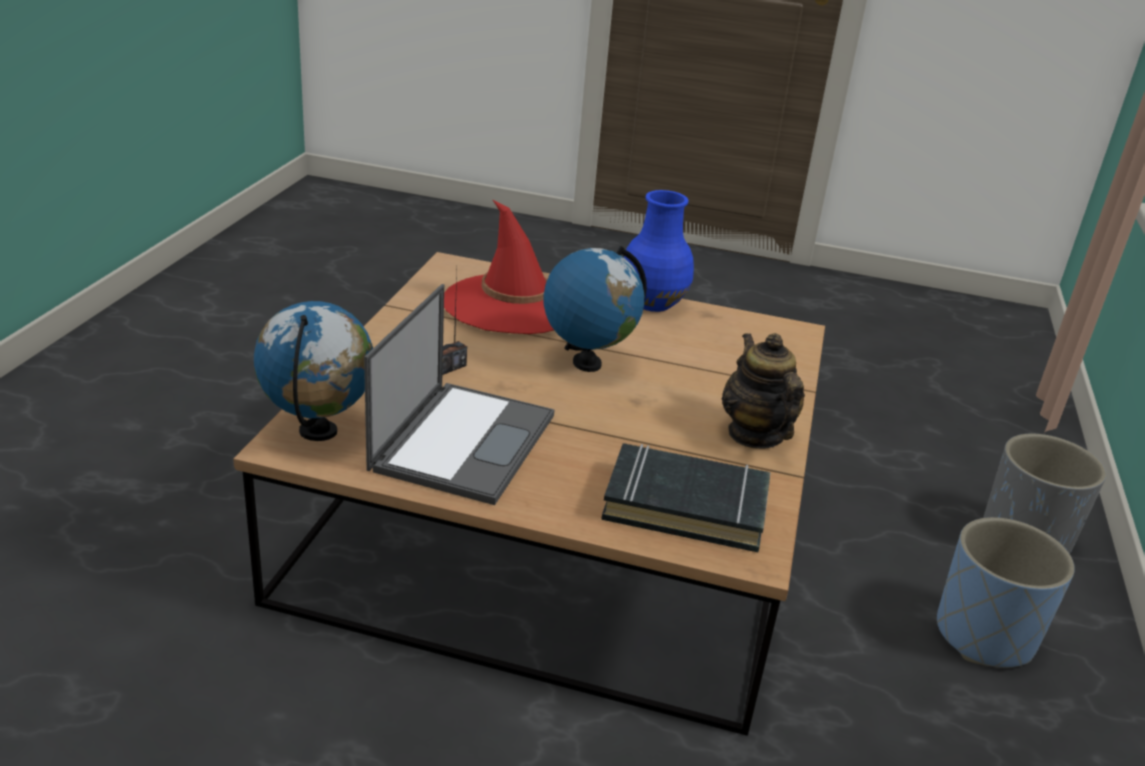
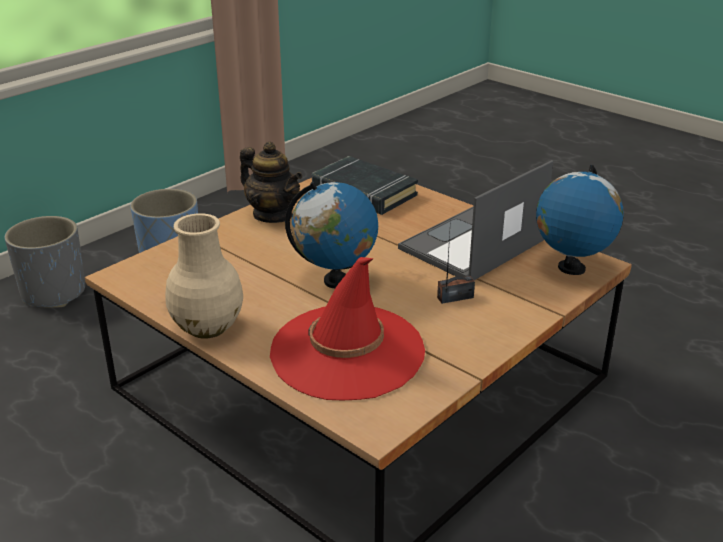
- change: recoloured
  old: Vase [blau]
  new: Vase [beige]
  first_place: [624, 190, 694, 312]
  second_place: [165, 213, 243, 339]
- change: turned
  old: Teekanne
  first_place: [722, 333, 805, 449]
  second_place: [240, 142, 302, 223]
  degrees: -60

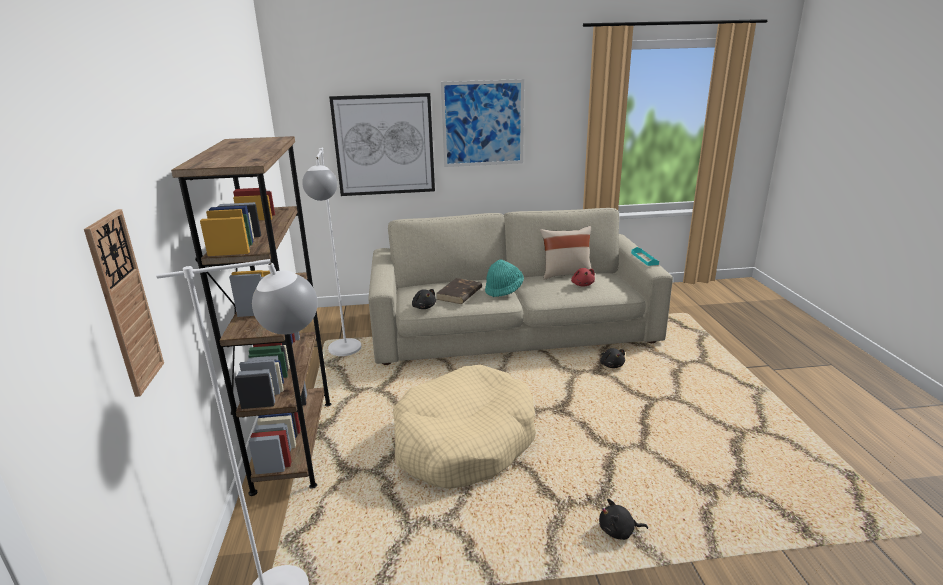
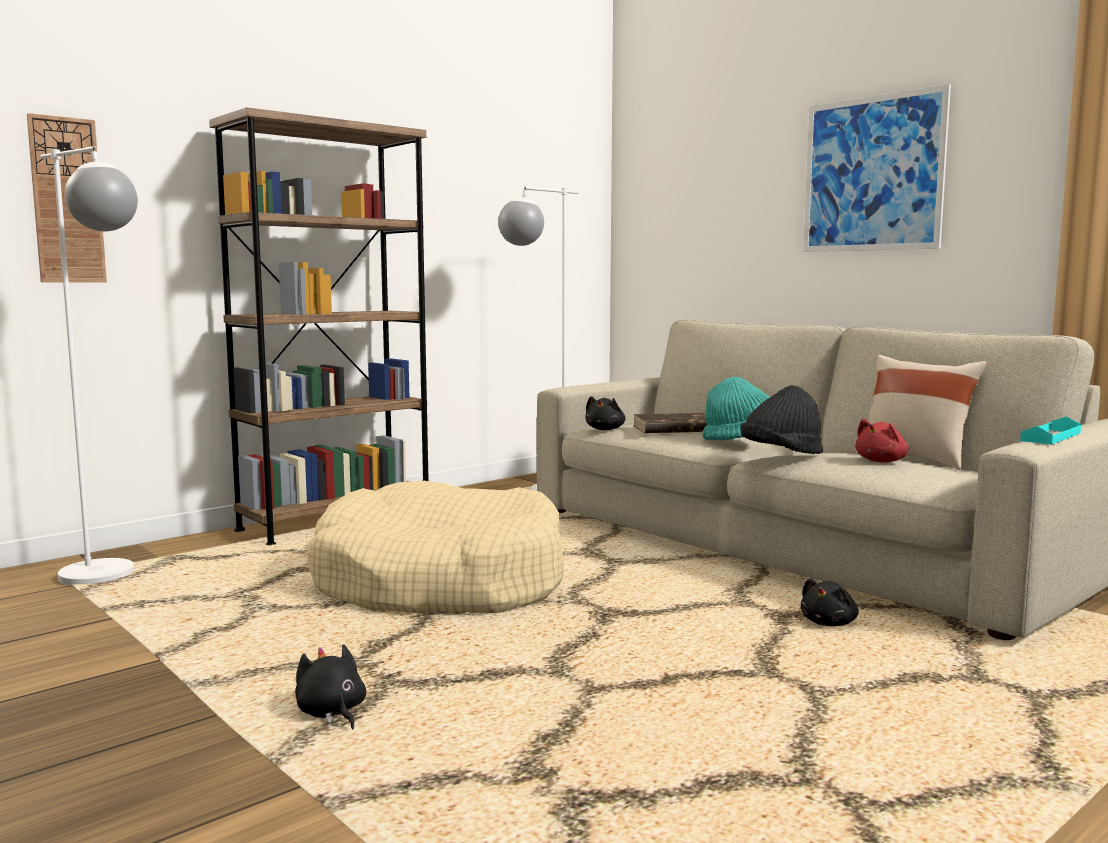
- change: added
  new: Hut [schwarz]
  second_place: [741, 385, 823, 454]
- change: removed
  old: Bild
  first_place: [329, 93, 435, 196]

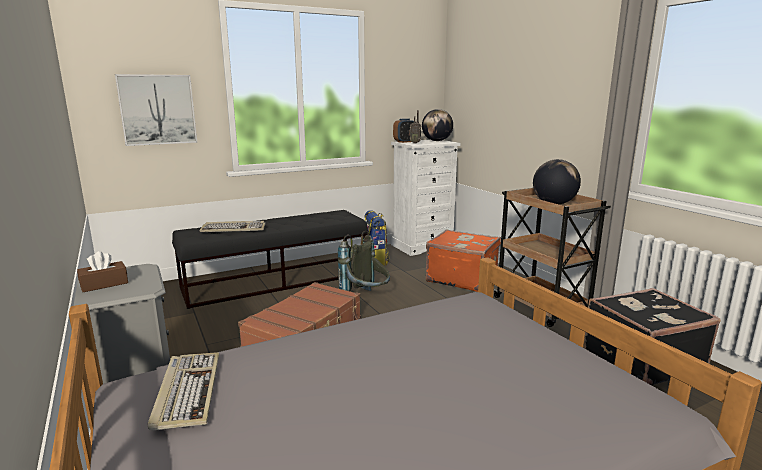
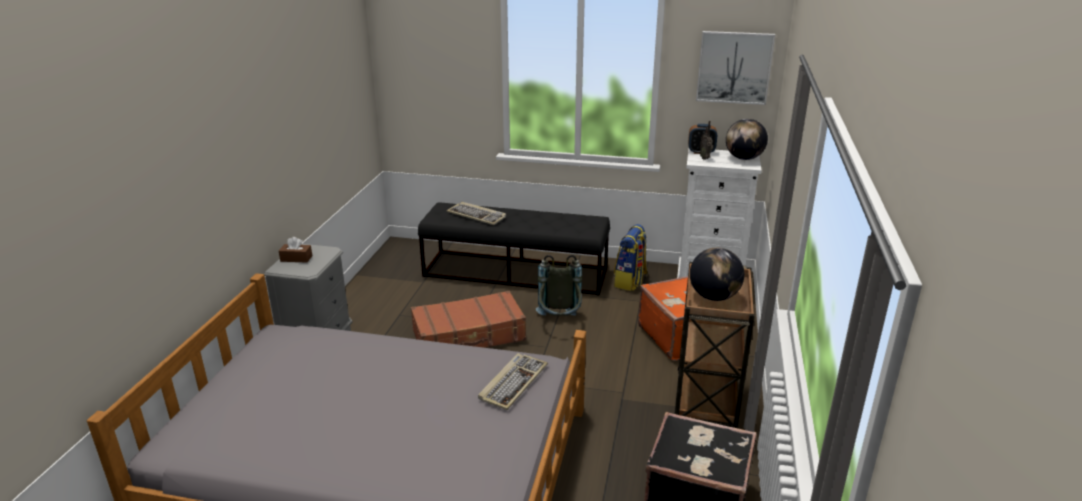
- change: moved
  old: Tastatur
  first_place: [148, 352, 219, 431]
  second_place: [478, 353, 548, 410]
- change: moved
  old: Bild
  first_place: [115, 74, 197, 146]
  second_place: [696, 31, 775, 105]

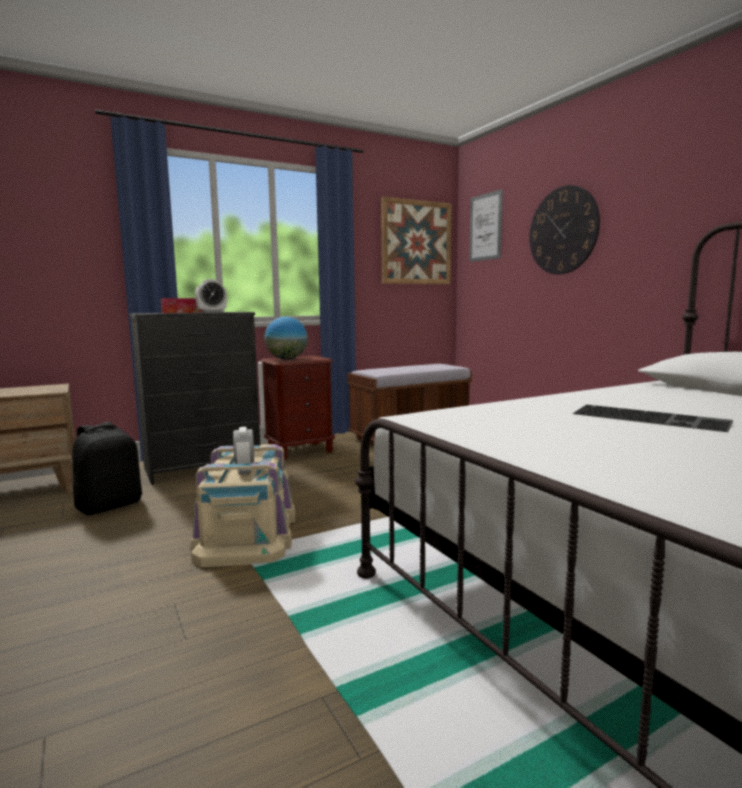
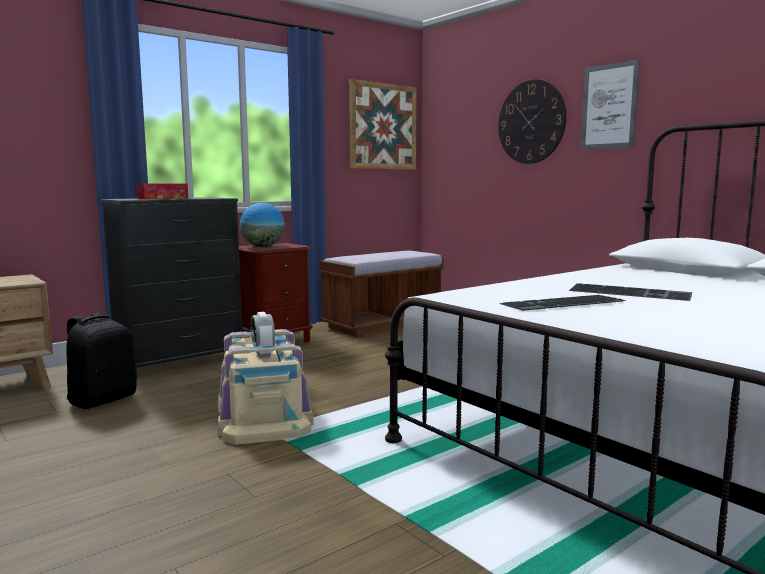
- change: added
  new: Tastatur
  second_place: [500, 295, 626, 311]
- change: moved
  old: Bild
  first_place: [469, 189, 503, 262]
  second_place: [581, 60, 640, 149]
- change: removed
  old: Wecker
  first_place: [195, 279, 227, 313]

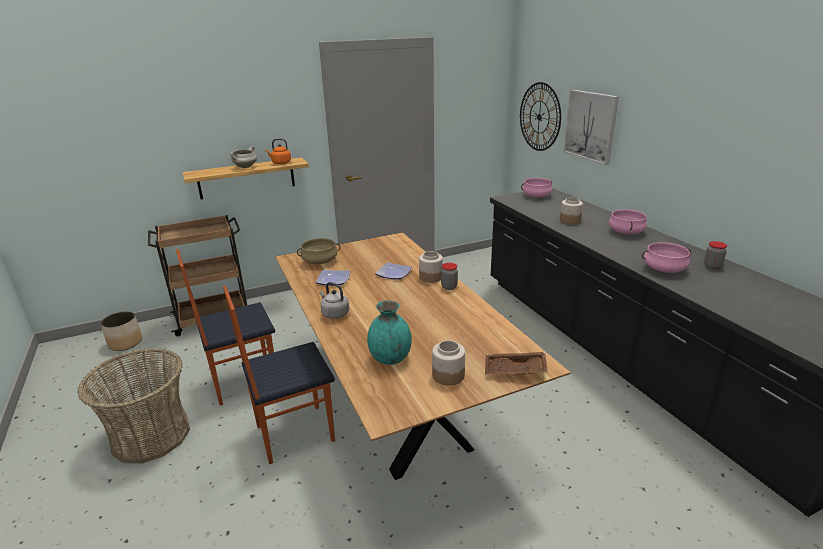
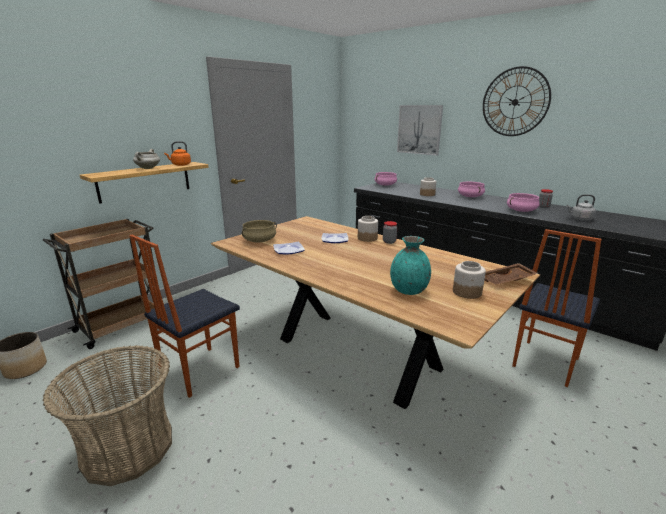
- change: moved
  old: Wanduhr
  first_place: [520, 82, 561, 151]
  second_place: [483, 66, 551, 136]
- change: moved
  old: Stuhl
  first_place: [223, 285, 335, 464]
  second_place: [512, 229, 602, 387]
- change: moved
  old: Wasserkessel [grau]
  first_place: [319, 282, 349, 319]
  second_place: [566, 194, 596, 221]

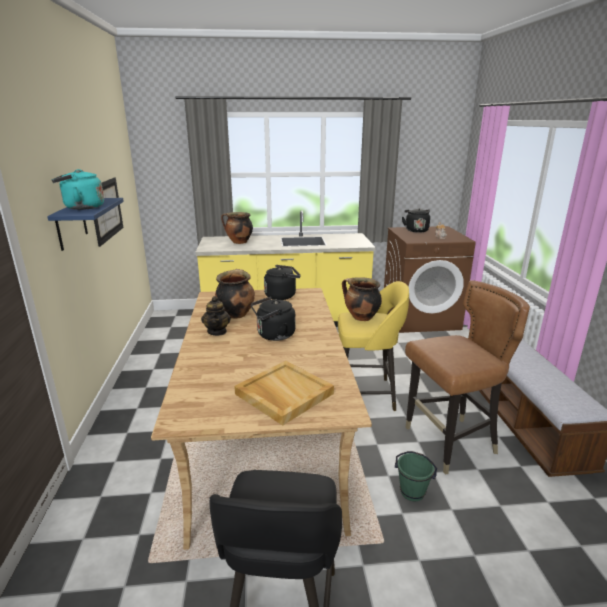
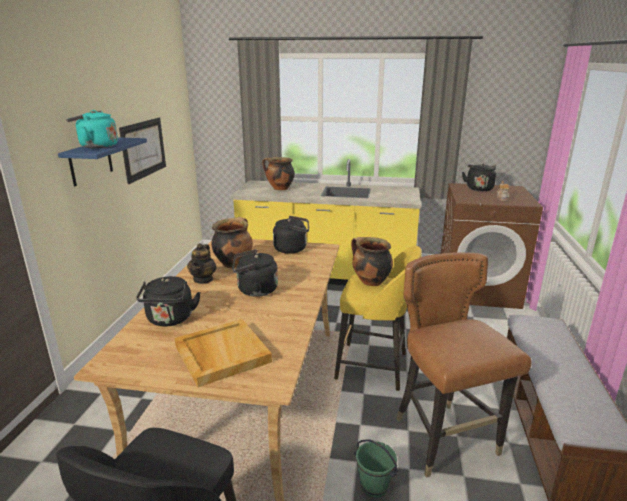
- change: added
  new: Wasserkessel [schwarz]
  second_place: [136, 276, 201, 326]
- change: turned
  old: Stuhl [braun]
  first_place: [405, 280, 530, 475]
  second_place: [396, 252, 531, 478]
  degrees: -105

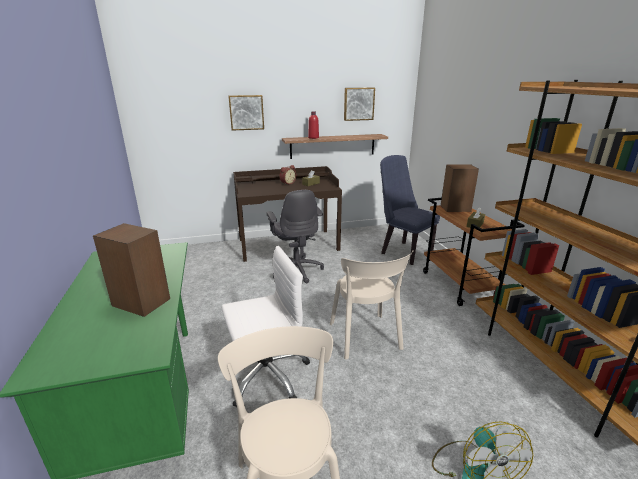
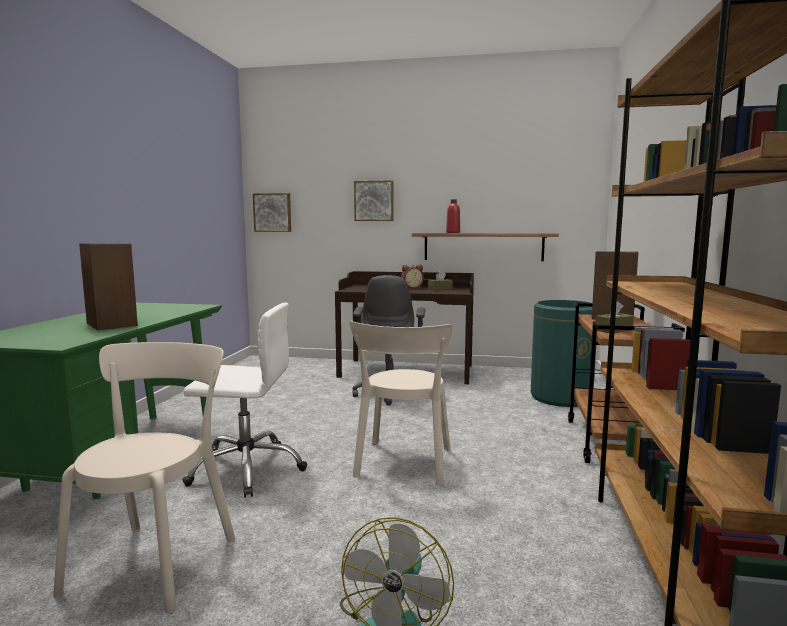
- change: moved
  old: Bild
  first_place: [344, 88, 375, 121]
  second_place: [253, 193, 291, 232]
- change: replaced
  old: Stuhl [blau]
  new: Mülleimer [grün]
  first_place: [380, 155, 440, 265]
  second_place: [531, 300, 596, 407]

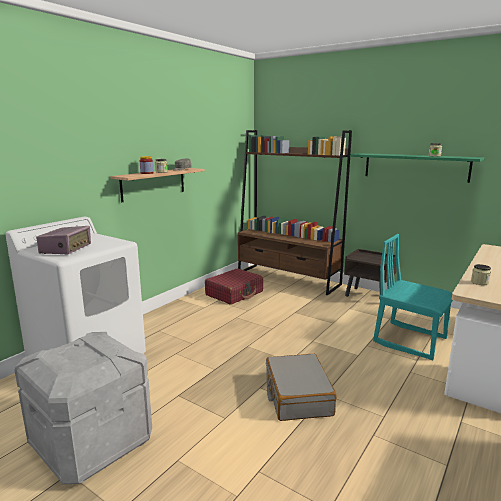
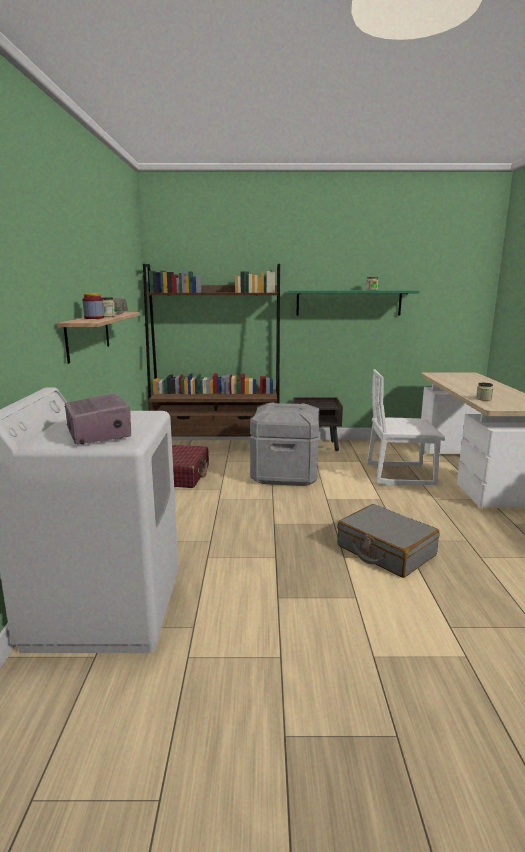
- change: moved
  old: Aufbewahrungsbox [grau]
  first_place: [14, 332, 152, 485]
  second_place: [250, 402, 320, 486]
- change: recoloured
  old: Stuhl [türkis]
  new: Stuhl [weiß]
  first_place: [373, 234, 453, 360]
  second_place: [367, 369, 445, 485]

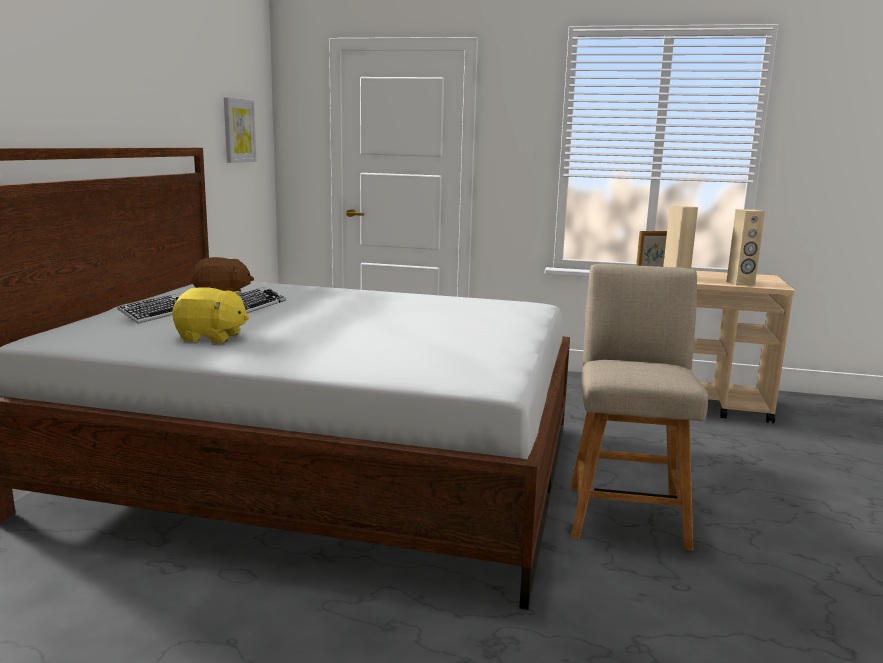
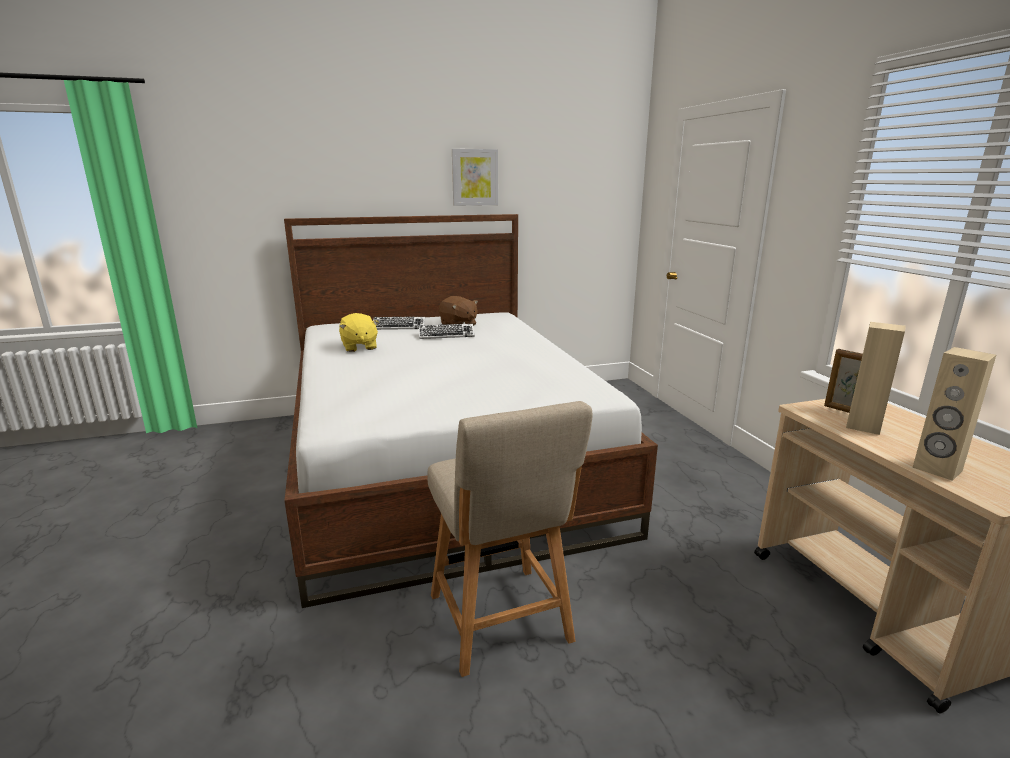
- change: turned
  old: Stuhl [beige]
  first_place: [571, 264, 708, 551]
  second_place: [428, 401, 593, 677]
  degrees: 90
- change: moved
  old: Bild
  first_place: [224, 97, 256, 163]
  second_place: [452, 149, 498, 206]

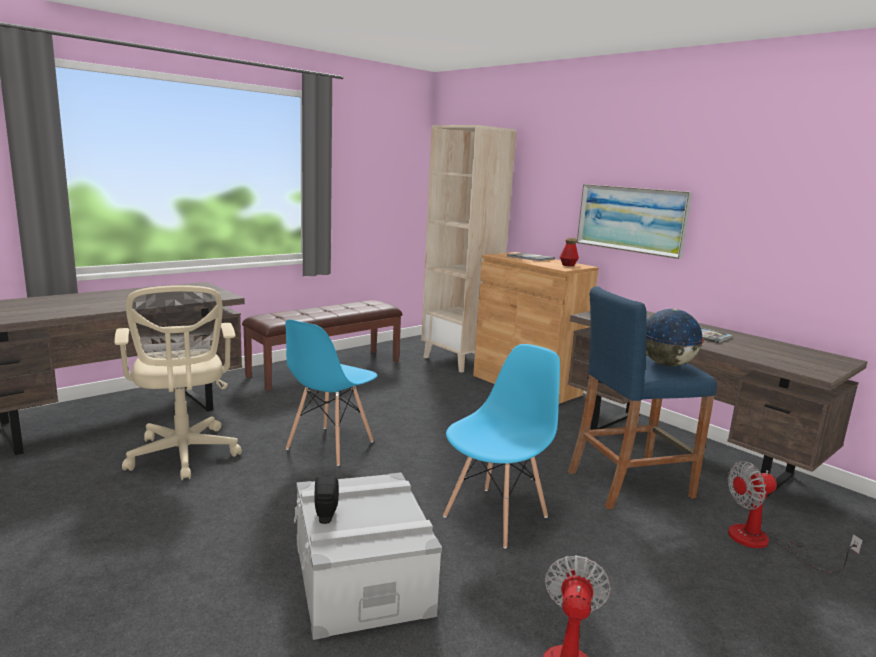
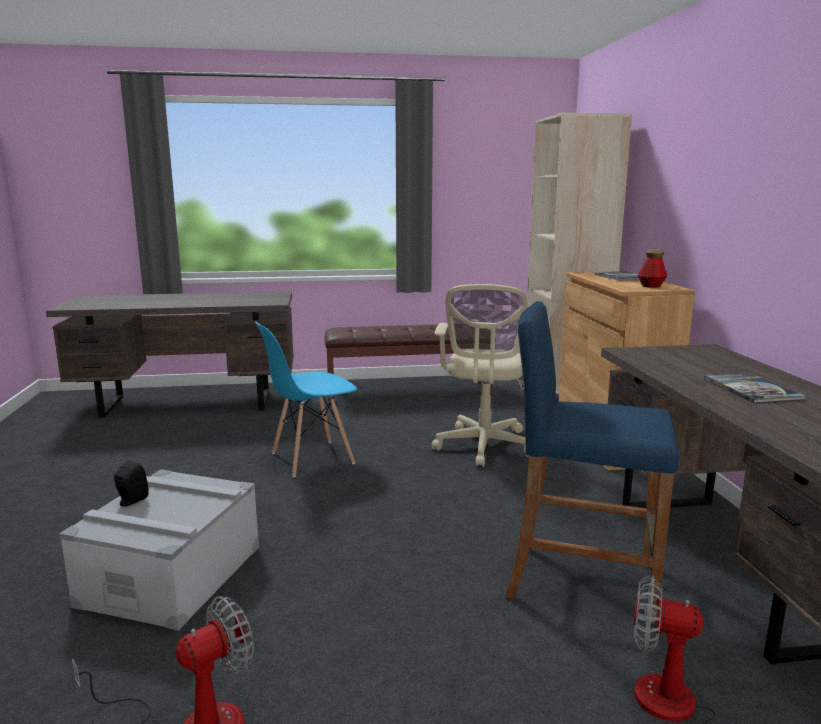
- change: moved
  old: Bürostuhl [beige]
  first_place: [114, 285, 242, 480]
  second_place: [431, 284, 529, 467]
- change: removed
  old: Stuhl [blau]
  first_place: [443, 344, 560, 549]
- change: removed
  old: Bild
  first_place: [577, 184, 692, 259]
- change: removed
  old: Globus
  first_place: [646, 309, 704, 366]

